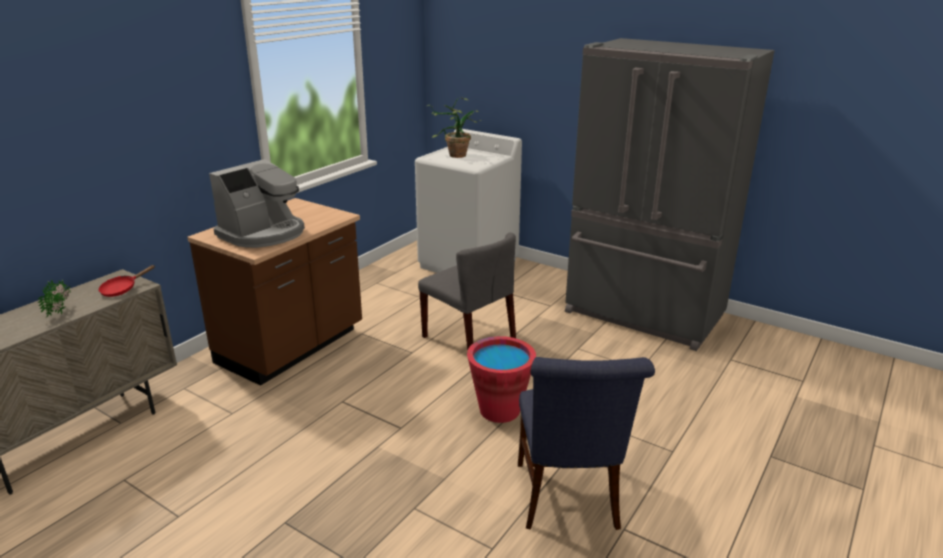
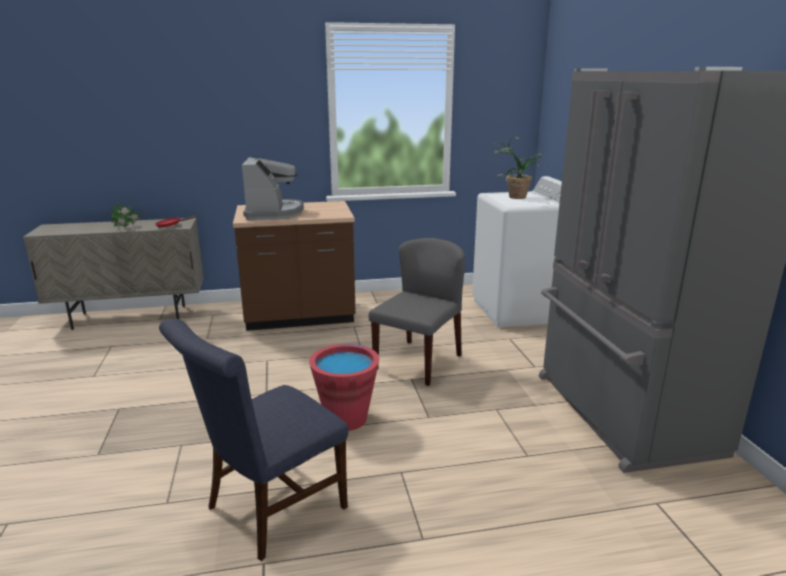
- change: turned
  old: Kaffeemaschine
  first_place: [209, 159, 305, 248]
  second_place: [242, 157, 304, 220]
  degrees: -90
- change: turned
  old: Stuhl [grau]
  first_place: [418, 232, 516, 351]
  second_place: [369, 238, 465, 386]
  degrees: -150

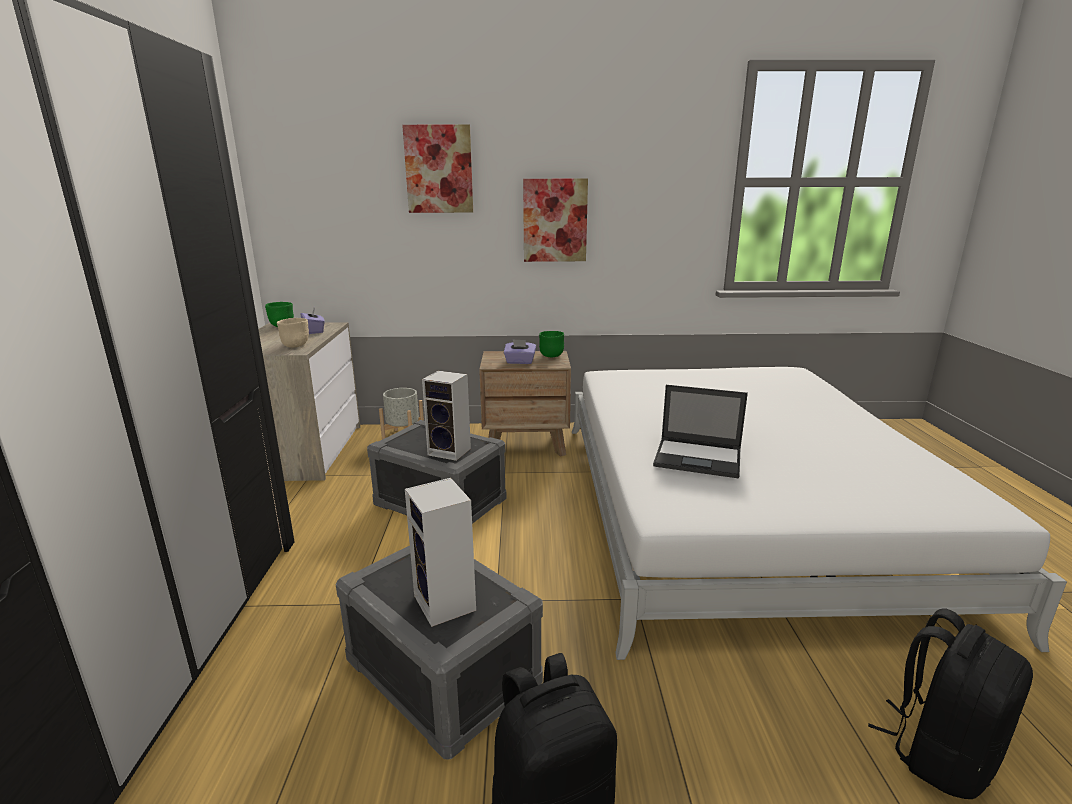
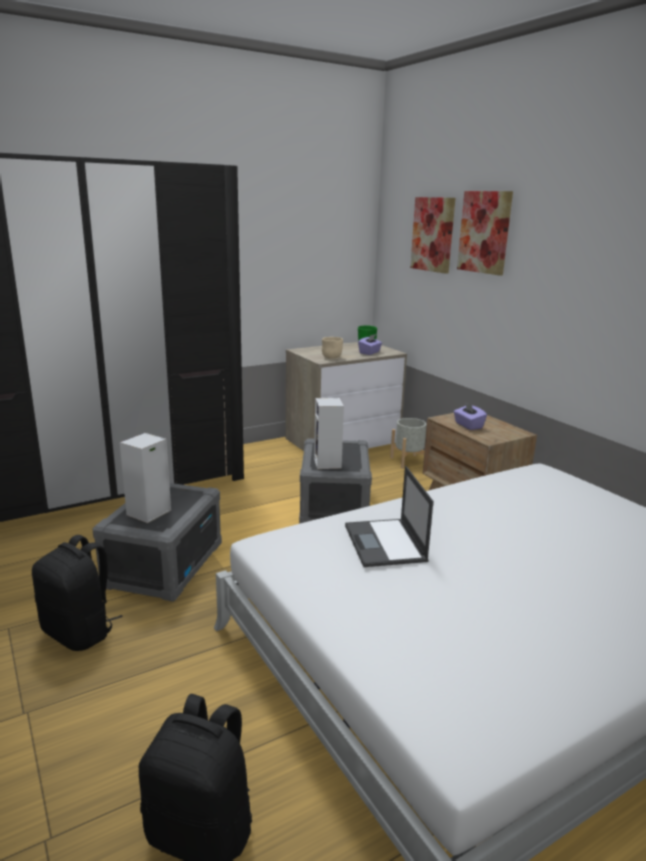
- change: moved
  old: Bild
  first_place: [523, 179, 588, 262]
  second_place: [410, 197, 455, 274]
- change: removed
  old: Schüssel [grün]
  first_place: [539, 331, 564, 357]

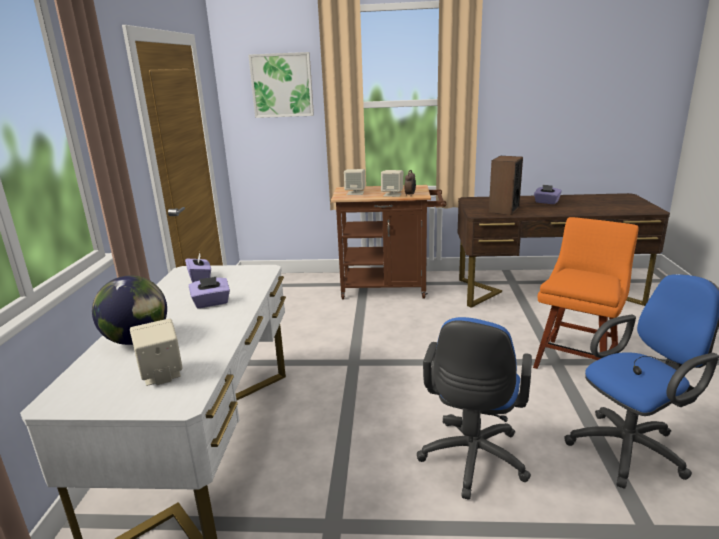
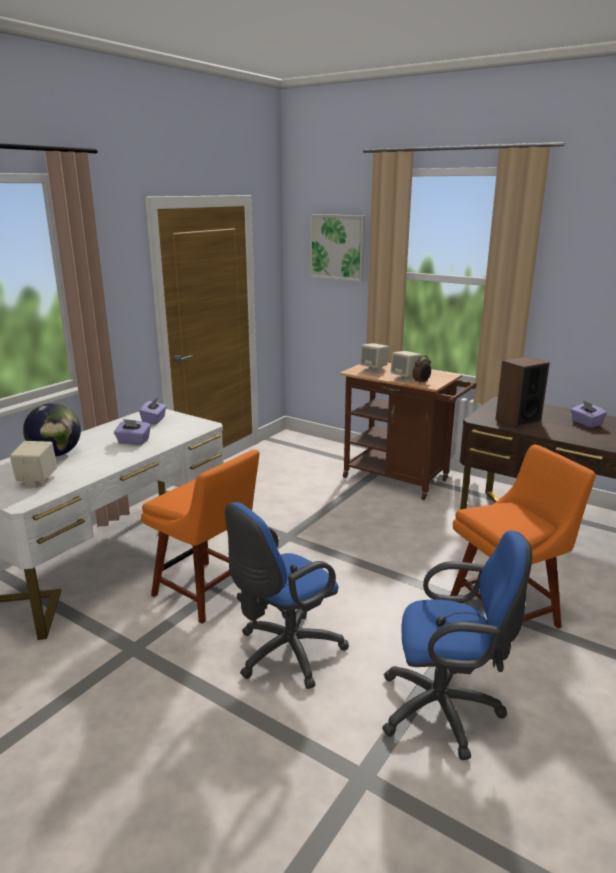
- change: added
  new: Stuhl [orange]
  second_place: [141, 450, 259, 624]

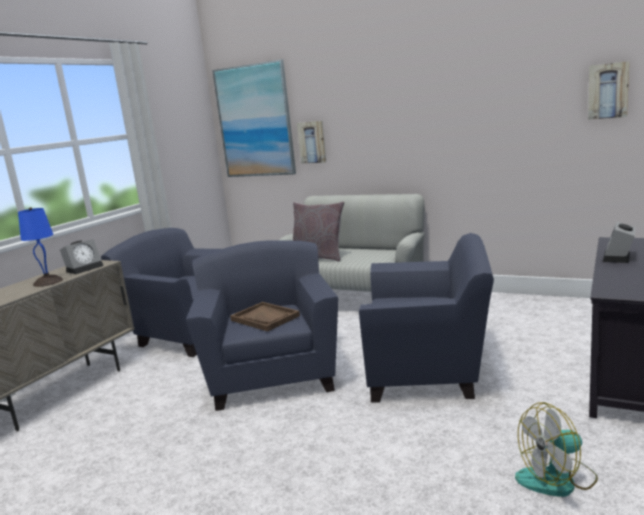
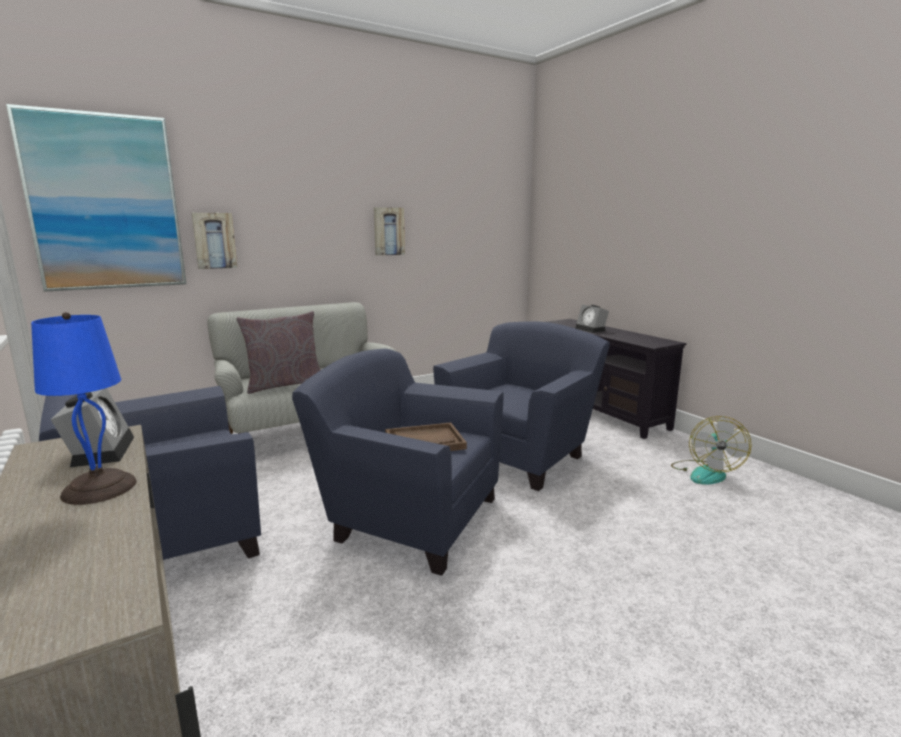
- change: moved
  old: Bild
  first_place: [588, 61, 629, 120]
  second_place: [374, 207, 405, 256]

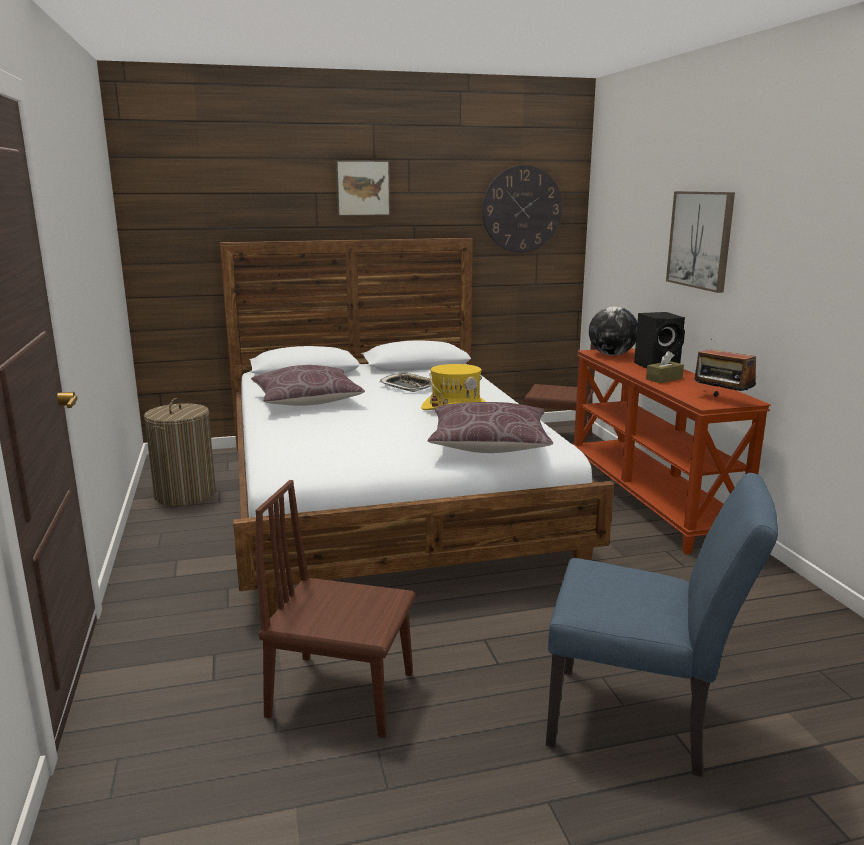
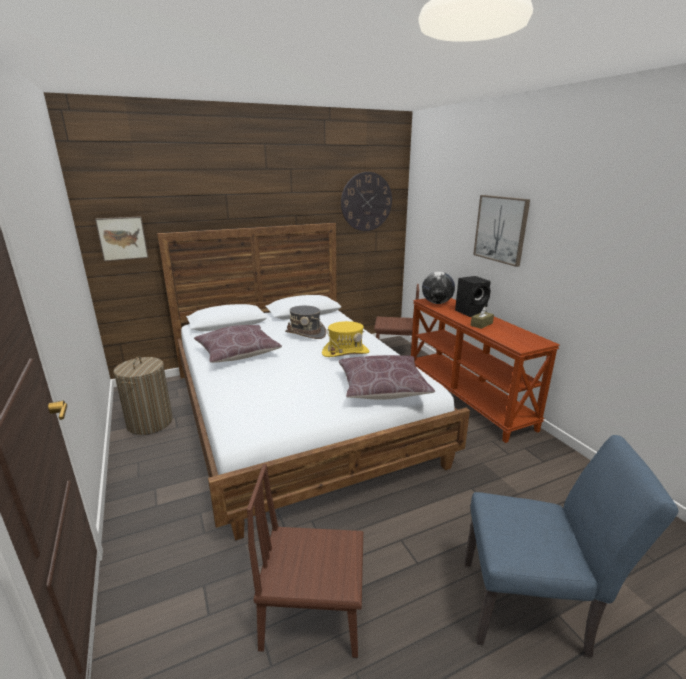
- change: moved
  old: Bild
  first_place: [336, 160, 390, 216]
  second_place: [95, 216, 148, 261]
- change: replaced
  old: Tablett
  new: Hut [grau]
  first_place: [379, 373, 432, 392]
  second_place: [285, 306, 326, 339]
- change: removed
  old: Radio
  first_place: [694, 349, 756, 397]

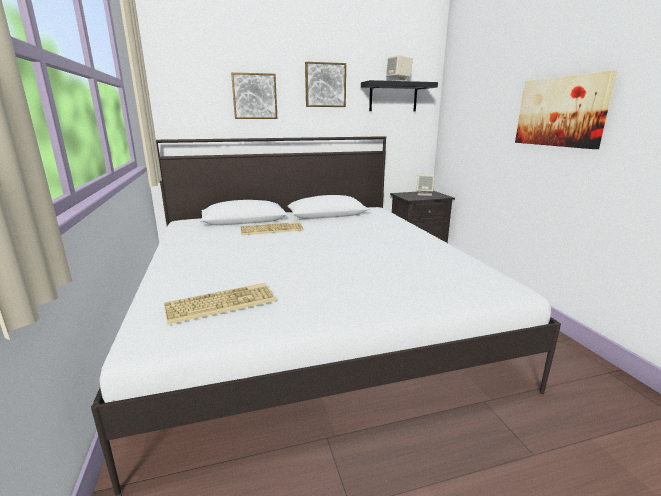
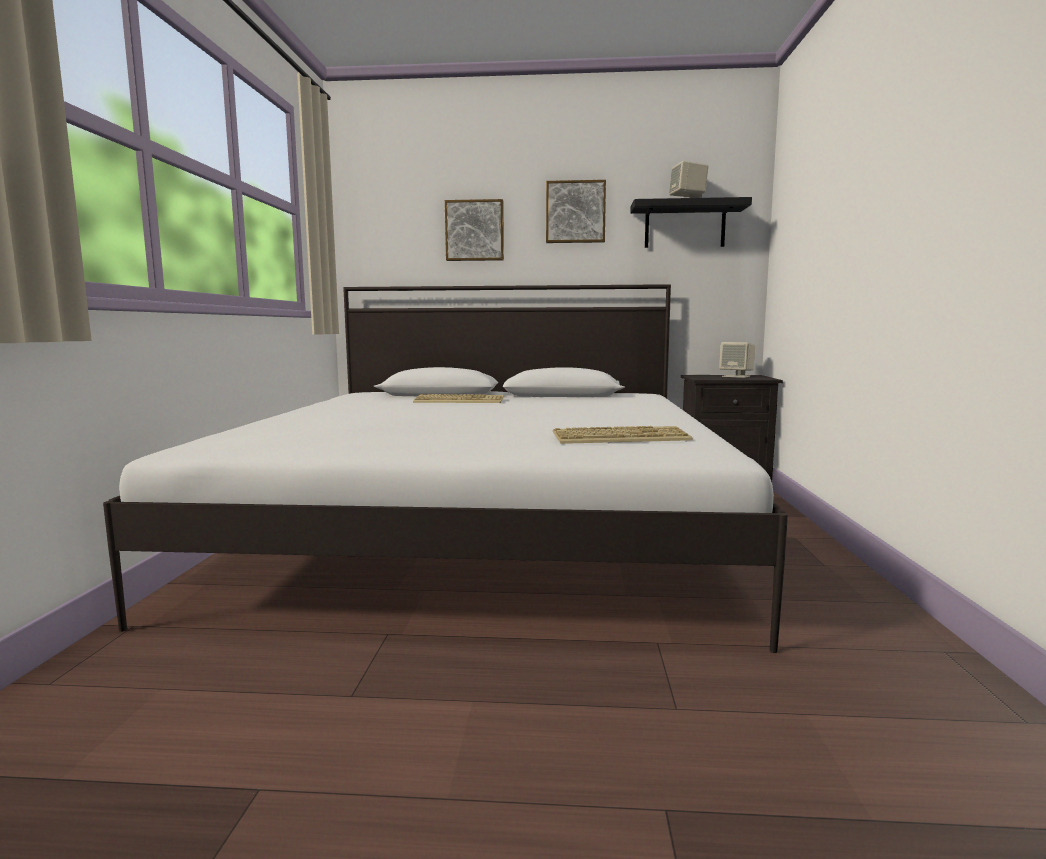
- change: moved
  old: Tastatur
  first_place: [164, 283, 276, 325]
  second_place: [553, 426, 693, 444]
- change: removed
  old: Bild
  first_place: [515, 70, 617, 149]

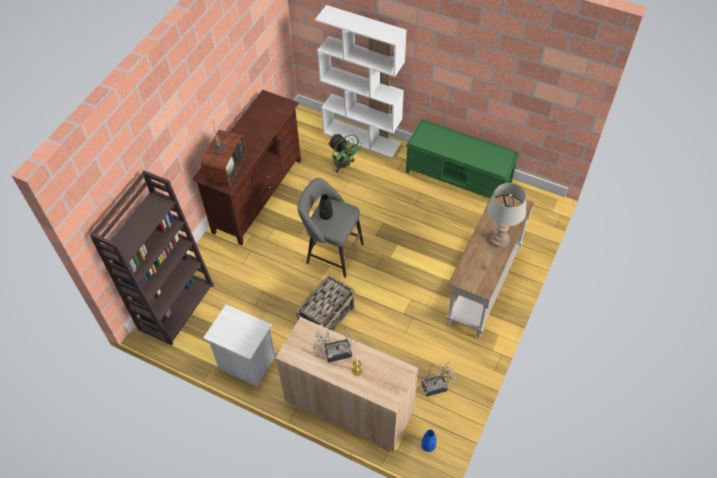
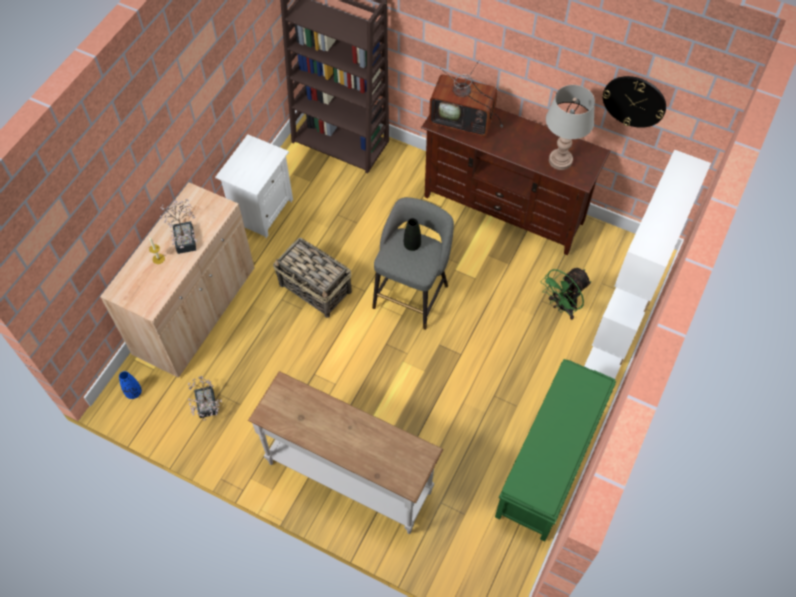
- change: moved
  old: Tischlampe [grau]
  first_place: [487, 183, 526, 248]
  second_place: [546, 85, 595, 170]
- change: added
  new: Wanduhr
  second_place: [603, 76, 666, 128]

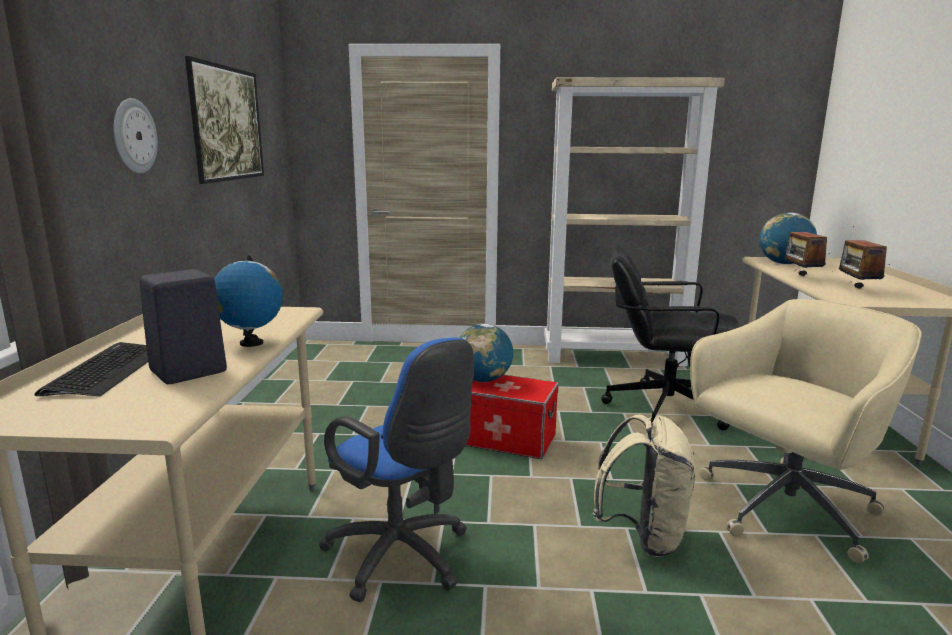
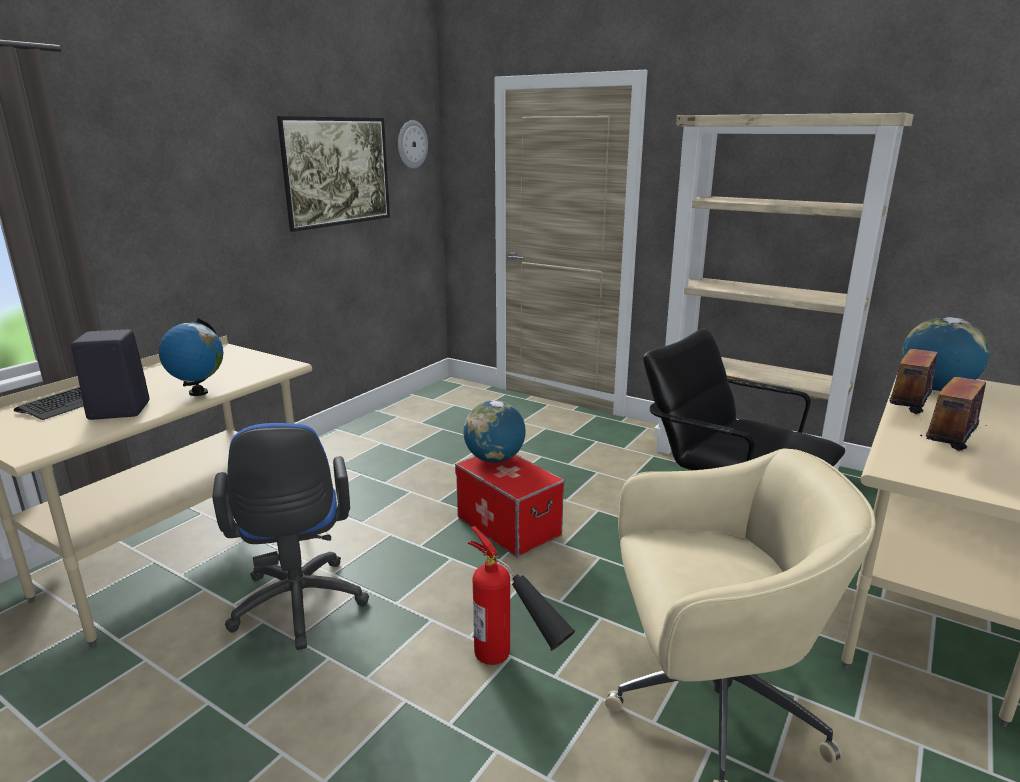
- change: moved
  old: Wanduhr
  first_place: [114, 98, 158, 173]
  second_place: [398, 120, 428, 169]
- change: replaced
  old: Rucksack [beige]
  new: Feuerlöscher
  first_place: [593, 414, 695, 557]
  second_place: [468, 526, 576, 665]

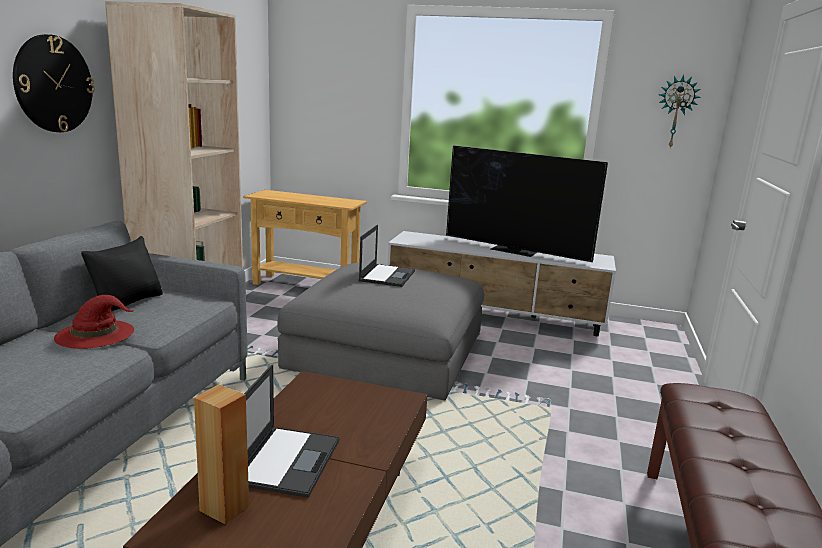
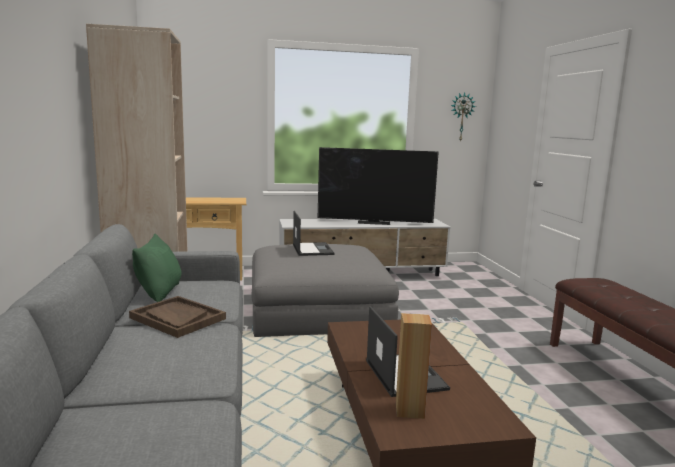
- change: replaced
  old: Hut [rot]
  new: Tablett [braun]
  first_place: [54, 295, 134, 349]
  second_place: [129, 296, 226, 338]
- change: recoloured
  old: Kissen [schwarz]
  new: Kissen [grün]
  first_place: [81, 236, 163, 311]
  second_place: [132, 234, 182, 302]
- change: removed
  old: Wanduhr
  first_place: [13, 34, 95, 132]

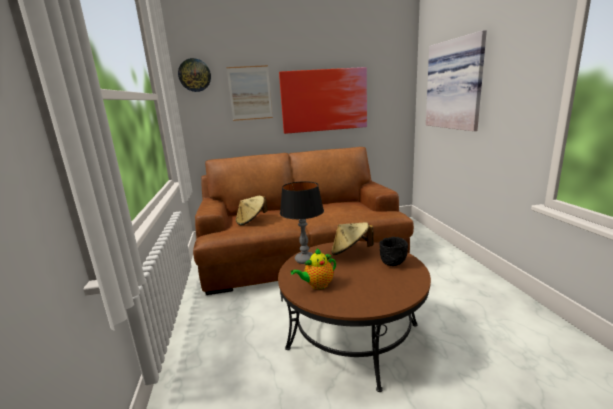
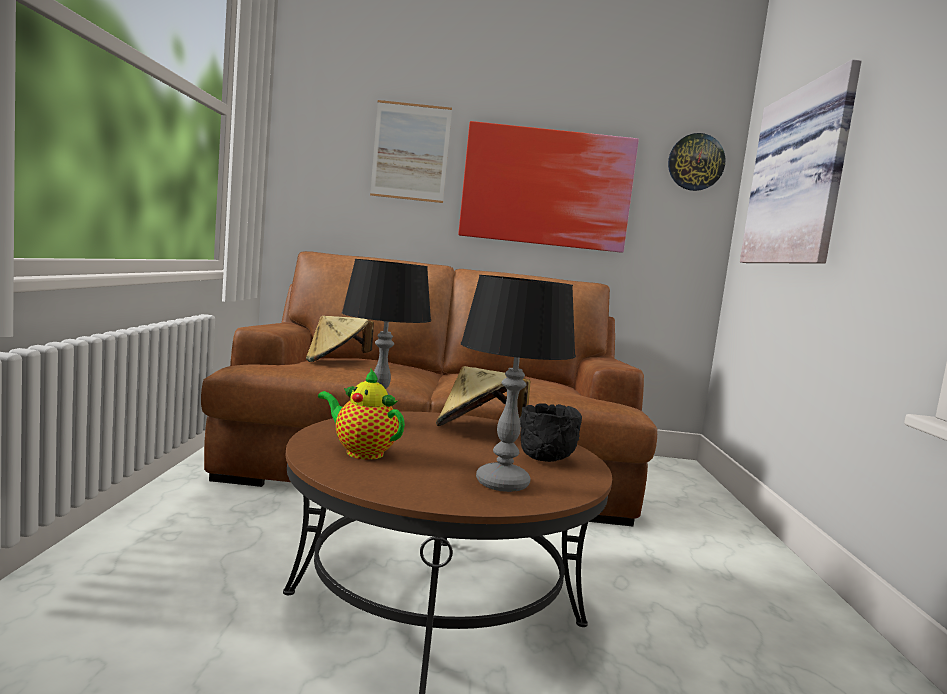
- change: turned
  old: Teekanne
  first_place: [291, 248, 336, 289]
  second_place: [318, 369, 405, 460]
  degrees: 45
- change: added
  new: Tischlampe
  second_place: [461, 275, 576, 492]
- change: moved
  old: Wanduhr
  first_place: [178, 58, 211, 92]
  second_place: [668, 133, 726, 191]

